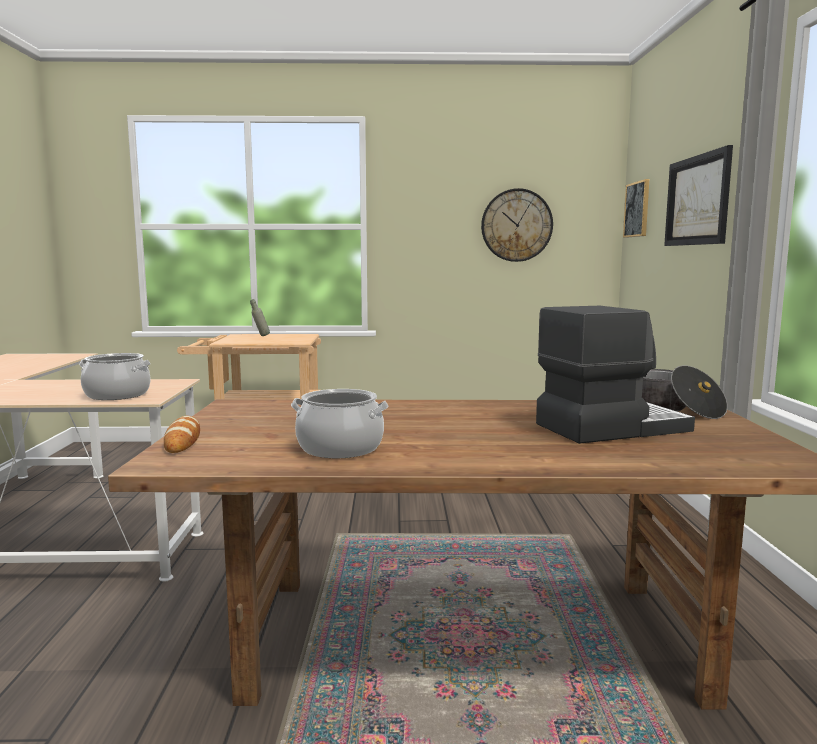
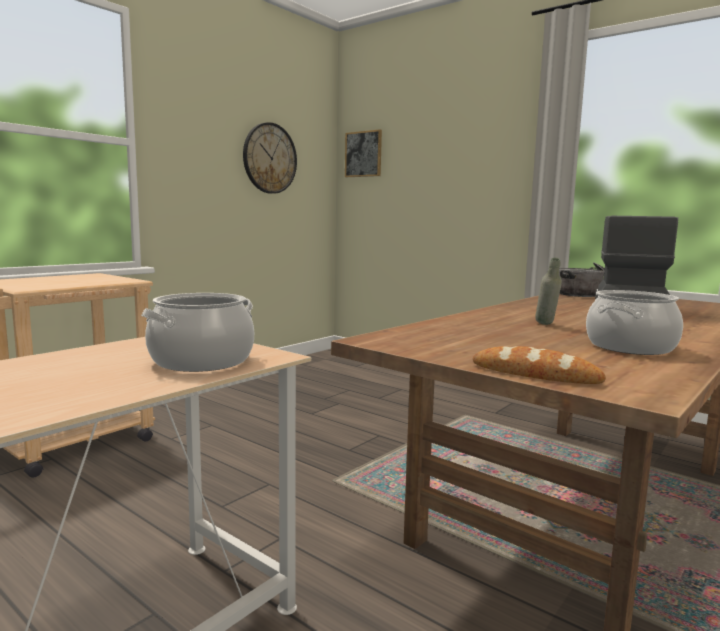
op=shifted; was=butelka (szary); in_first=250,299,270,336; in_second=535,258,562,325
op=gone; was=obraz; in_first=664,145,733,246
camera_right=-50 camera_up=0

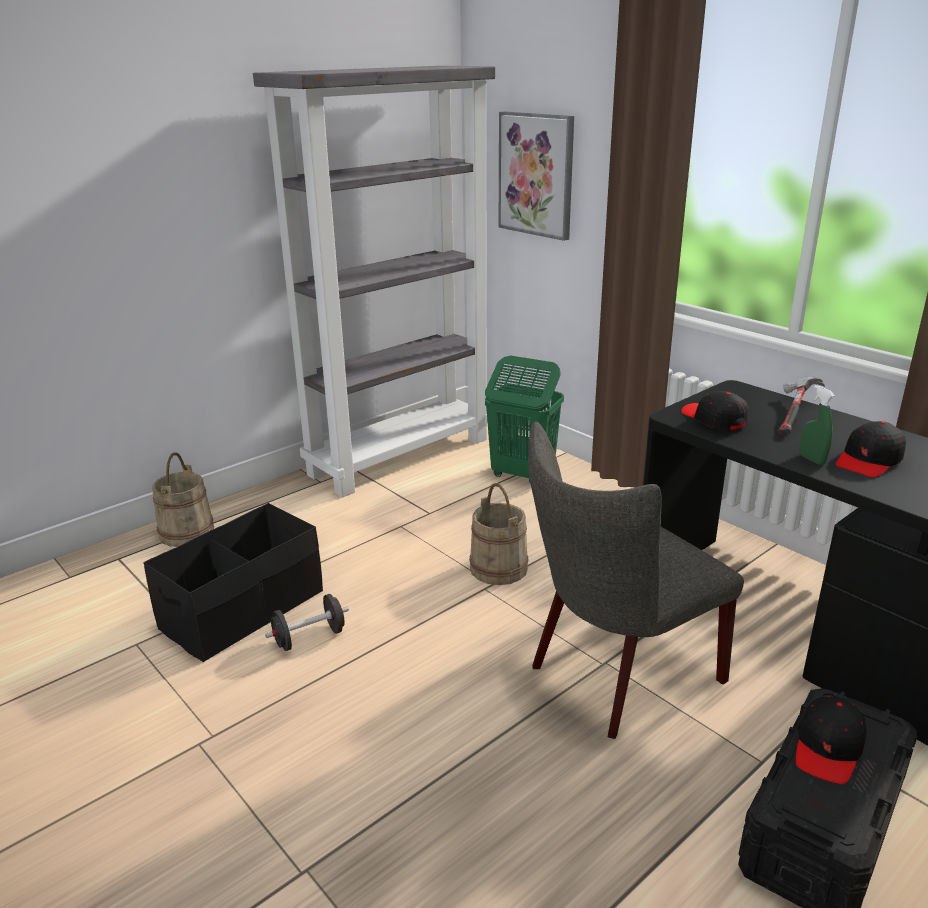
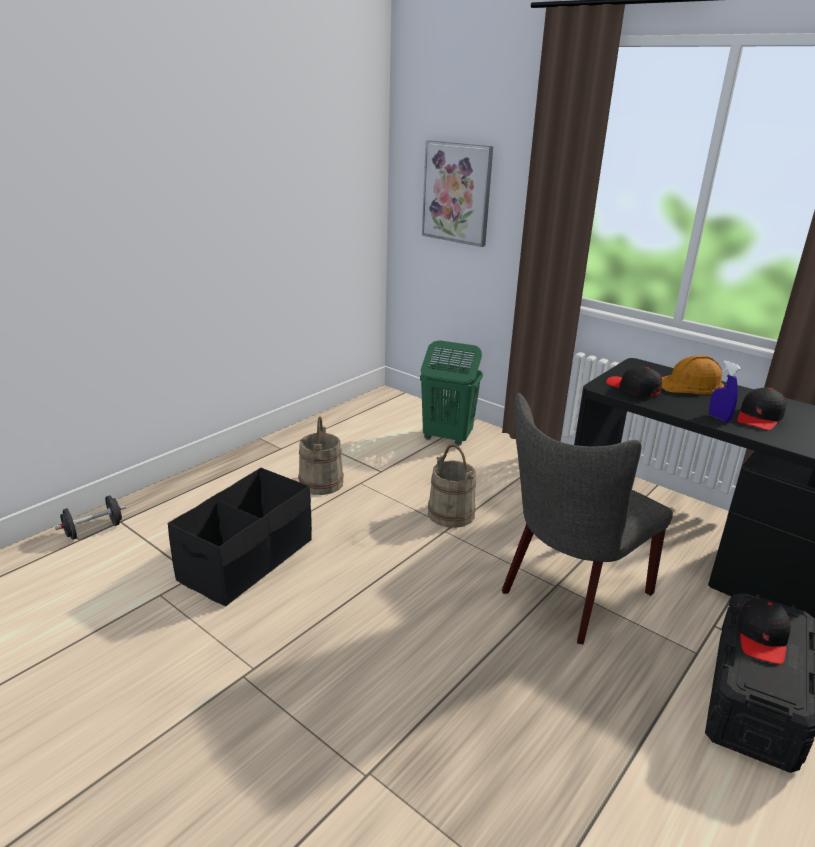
op=shifted; was=hantel (czarny); in_first=265,594,349,651; in_second=55,495,126,540
op=shifted; was=wiadro (beżowy); in_first=152,452,214,547; in_second=298,416,344,495
op=swapped; was=młotek; now=kask (pomarańczowy); in_first=777,377,825,436; in_second=661,355,724,395
op=repainted; was=spryskiwacz (zielony); now=spryskiwacz (niebieski); in_first=800,385,835,465; in_second=709,360,741,422
op=gone; was=regał (szary); in_first=253,66,495,498
camera_right=-10 camera_up=0

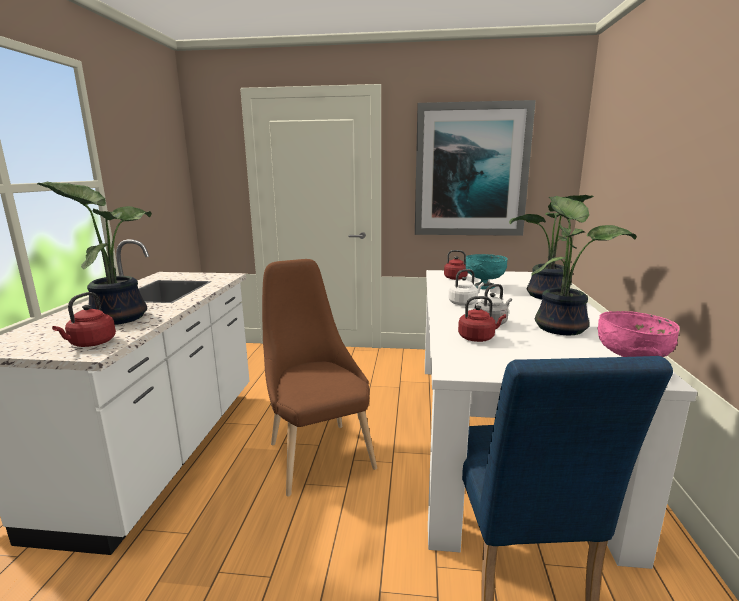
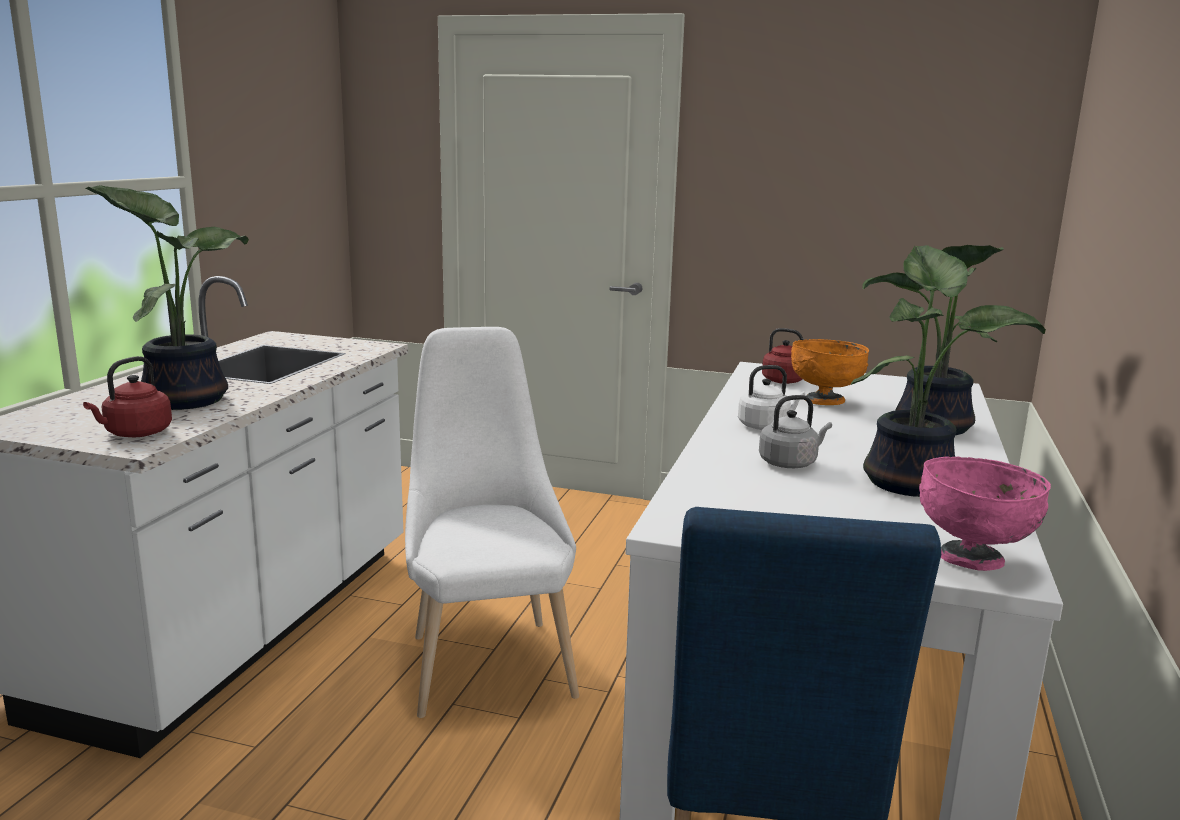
op=repainted; was=krzesło (brązowy); now=krzesło (biały); in_first=262,259,377,497; in_second=405,327,579,718
op=repainted; was=miska (turkusowy); now=miska (pomarańczowy); in_first=465,254,508,289; in_second=791,339,869,405
op=gone; was=obraz; in_first=415,100,536,236
op=gone; was=czajnik (czerwony); in_first=458,296,506,342
camera_right=10 camera_up=0

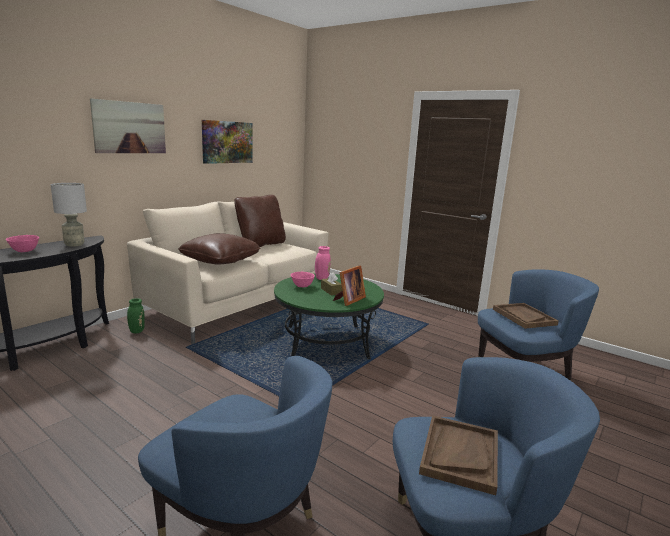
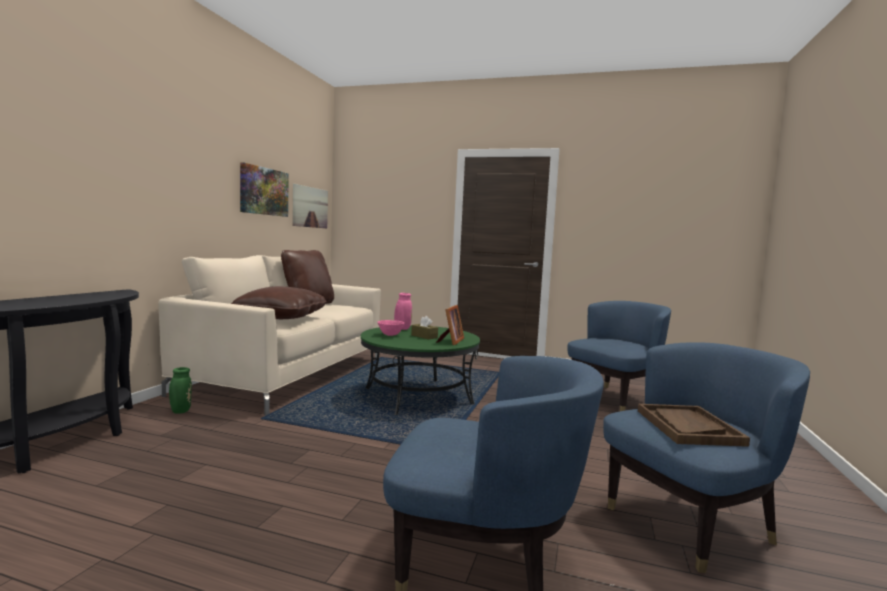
op=shifted; was=obraz; in_first=90,98,166,153; in_second=292,184,328,228
op=gone; was=miska (różowy); in_first=6,235,39,252
op=gone; was=lampa stołowa (szary); in_first=51,183,87,247
op=gone; was=taca (brązowy); in_first=493,303,559,329
camera_right=-20 camera_up=-10

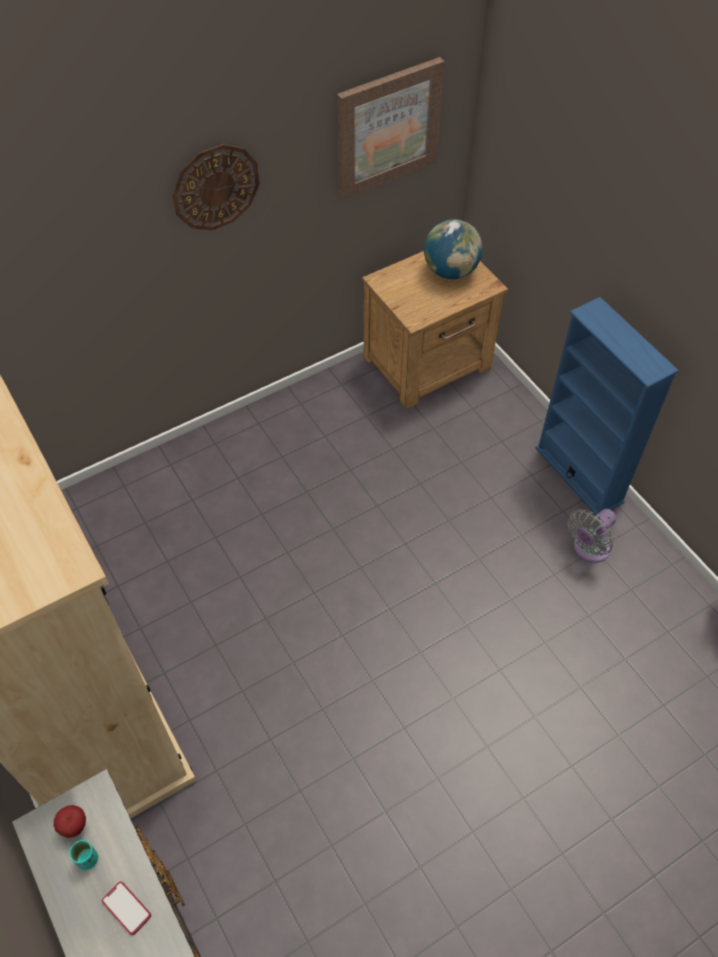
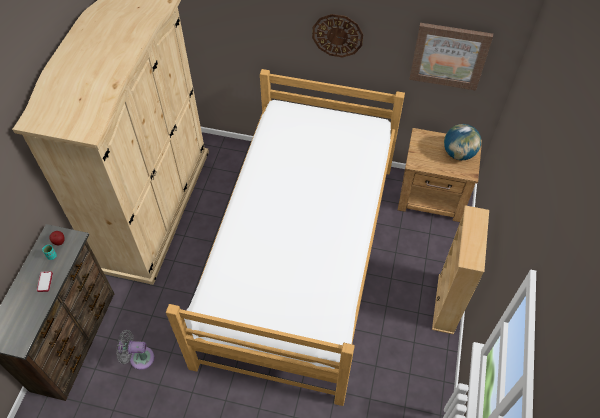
op=shifted; was=wentylator (szary); in_first=568,509,616,563; in_second=116,330,155,370
op=new; now=łóżko; in_second=166,69,405,406
op=repainted; was=regał (niebieski); now=regał (beżowy); in_first=535,297,679,515; in_second=432,205,489,335
camera_right=45 camera_up=0

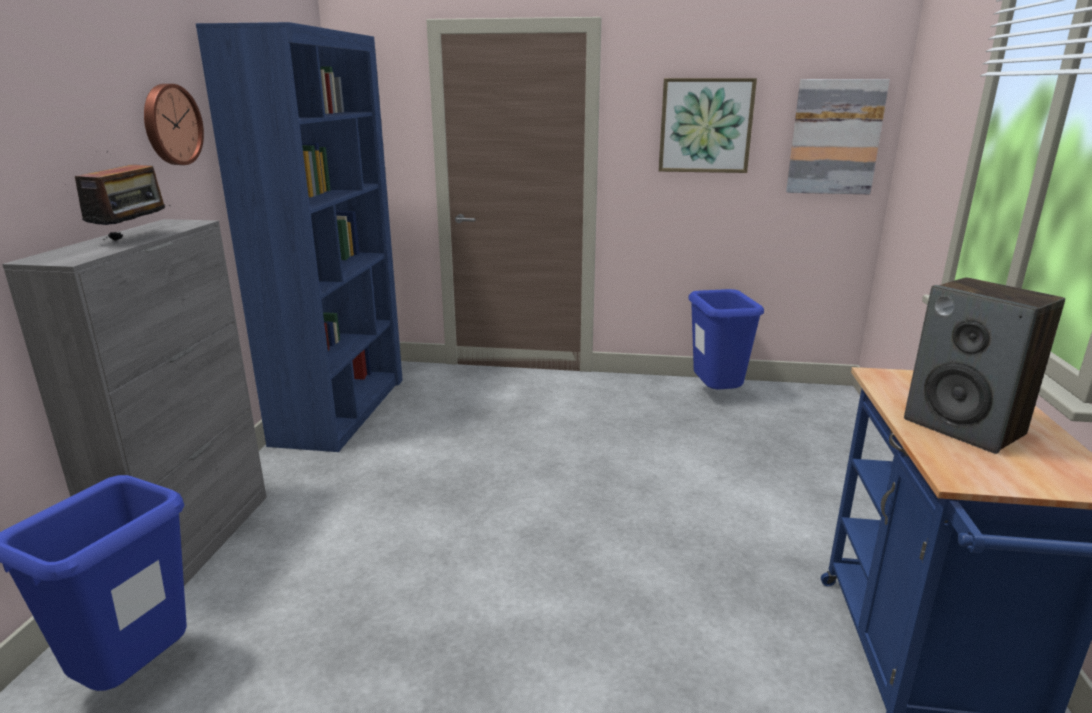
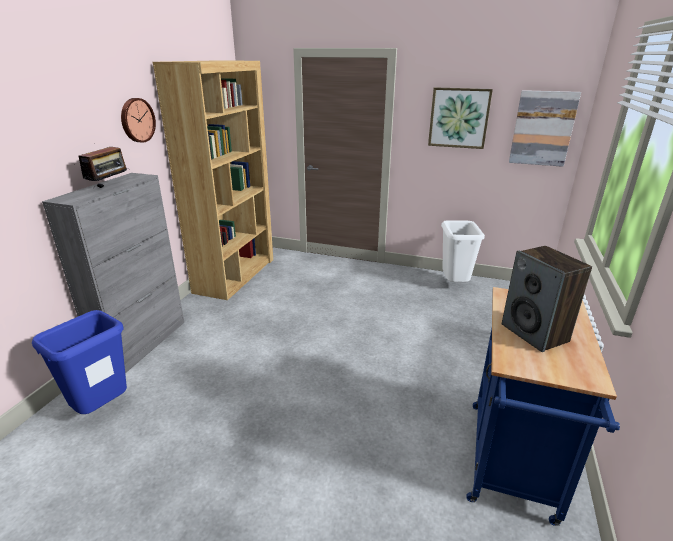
op=repainted; was=regał (niebieski); now=regał (brązowy); in_first=195,22,403,452; in_second=153,60,273,300
op=repainted; was=kosz na śmieci (niebieski); now=kosz na śmieci (biały); in_first=688,289,764,389; in_second=441,220,485,286
camera_right=10 camera_up=5

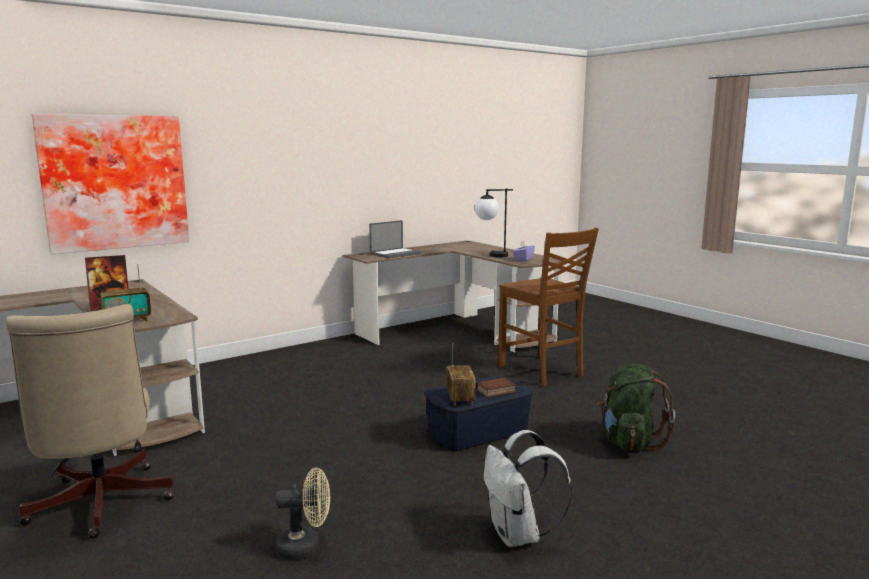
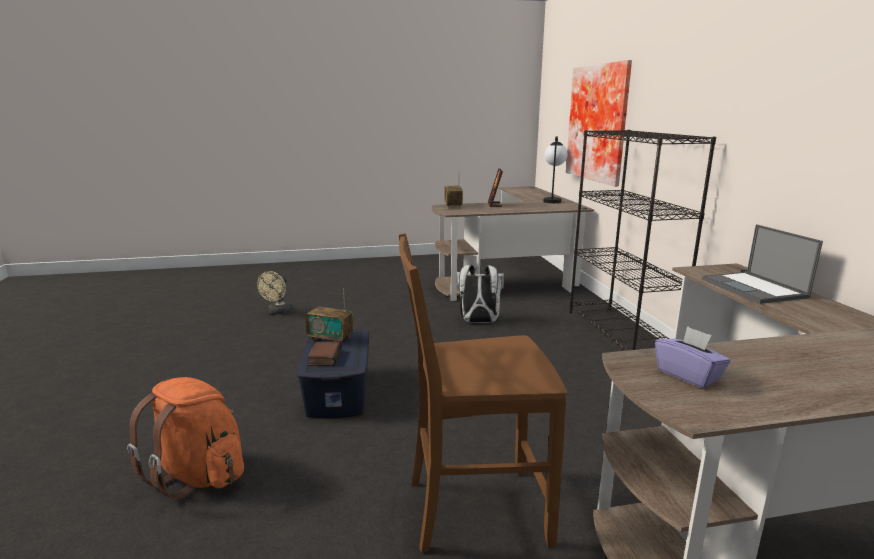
op=repainted; was=plecak (zielony); now=plecak (pomarańczowy); in_first=596,363,675,450; in_second=127,377,244,500
op=shifted; was=plecak (biały); in_first=484,430,572,547; in_second=456,265,504,323
op=shifted; was=lampa stołowa; in_first=475,188,513,257; in_second=543,136,568,203
op=new; now=regał (czarny); in_second=570,130,716,351
op=gone; was=krzesło biurowe (beżowy); in_first=6,304,174,539
camera_right=115 camera_up=5

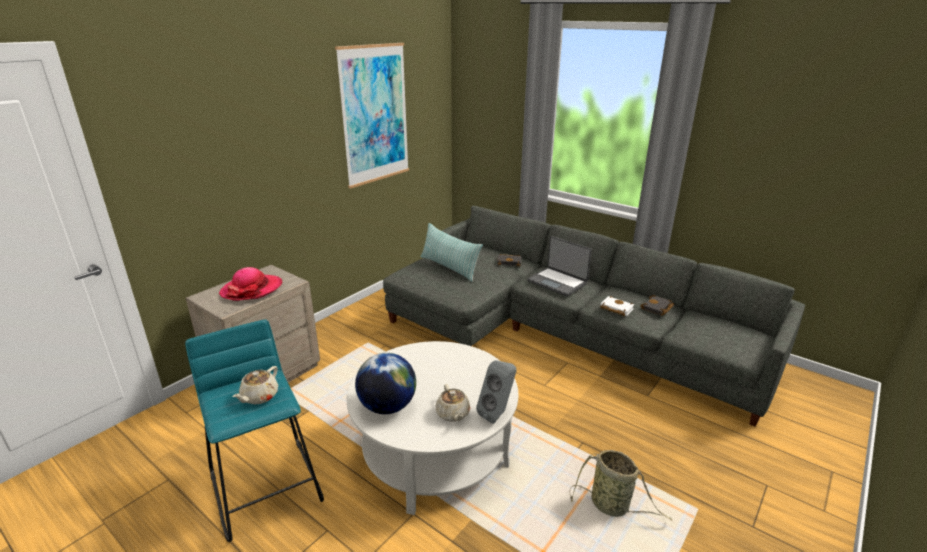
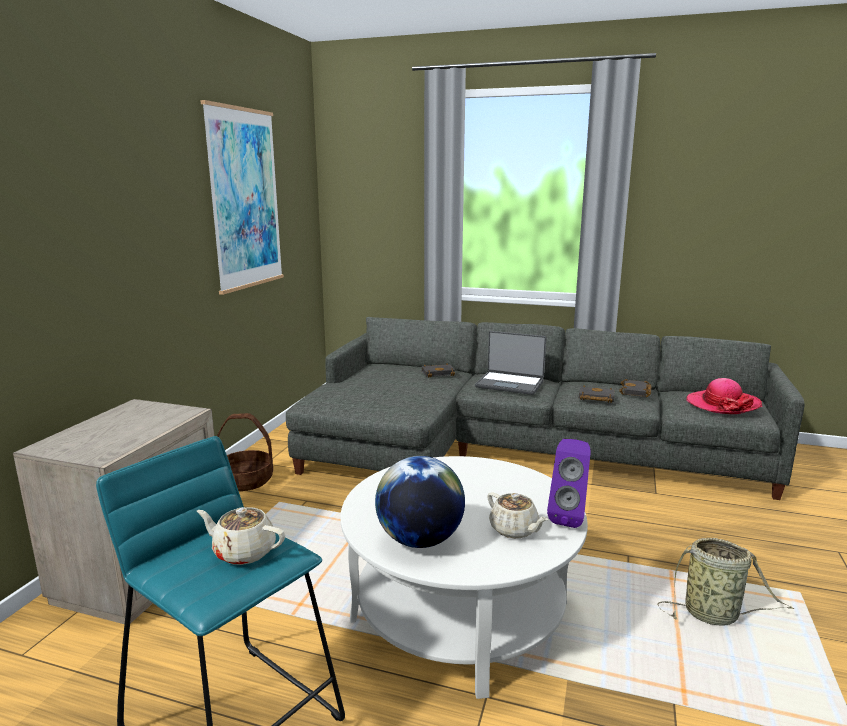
op=rotated; was=imbryk (beżowy); in_first=232,366,278,405; in_second=197,507,285,565; clockwise=105
op=new; now=koszyk; in_second=217,413,273,491
op=repainted; was=głośnik (szary); now=głośnik (fioletowy); in_first=476,360,517,424; in_second=547,439,591,528
op=repainted; was=książka (biały); now=książka (czarny); in_first=600,296,634,316; in_second=579,385,615,403
op=shifted; was=kapelusz; in_first=219,267,282,301; in_second=686,378,762,414
op=gone; was=poduszka; in_first=421,223,483,282
camera_right=-20 camera_up=-10

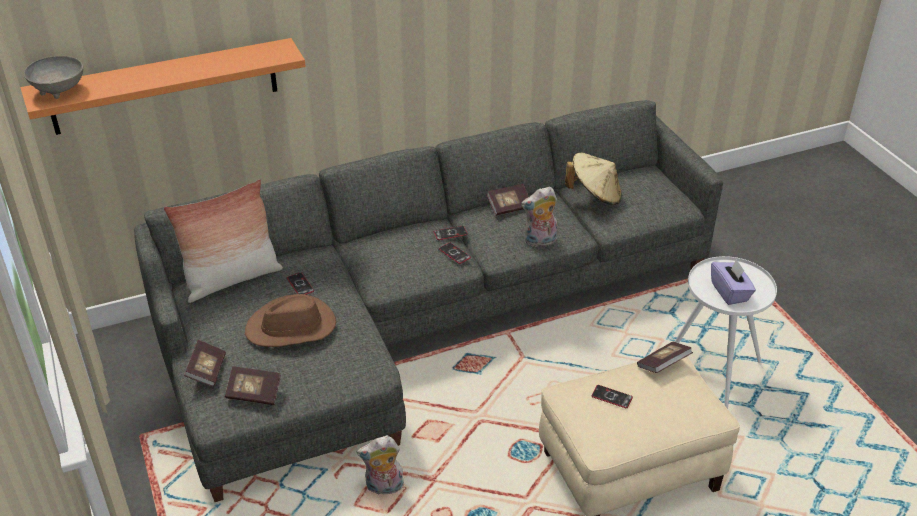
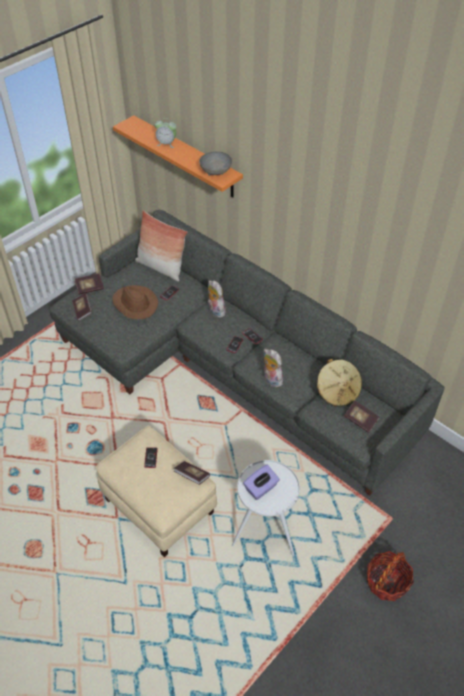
op=new; now=budzik; in_second=155,118,177,148
op=shifted; was=miska (szary); in_first=24,56,83,99; in_second=199,151,232,176
op=shifted; was=pluszak; in_first=357,436,404,494; in_second=208,280,226,318
op=shifted; was=książka; in_first=486,184,529,216; in_second=344,401,380,433
op=new; now=koszyk; in_second=367,551,414,601
camera_right=65 camera_up=10

